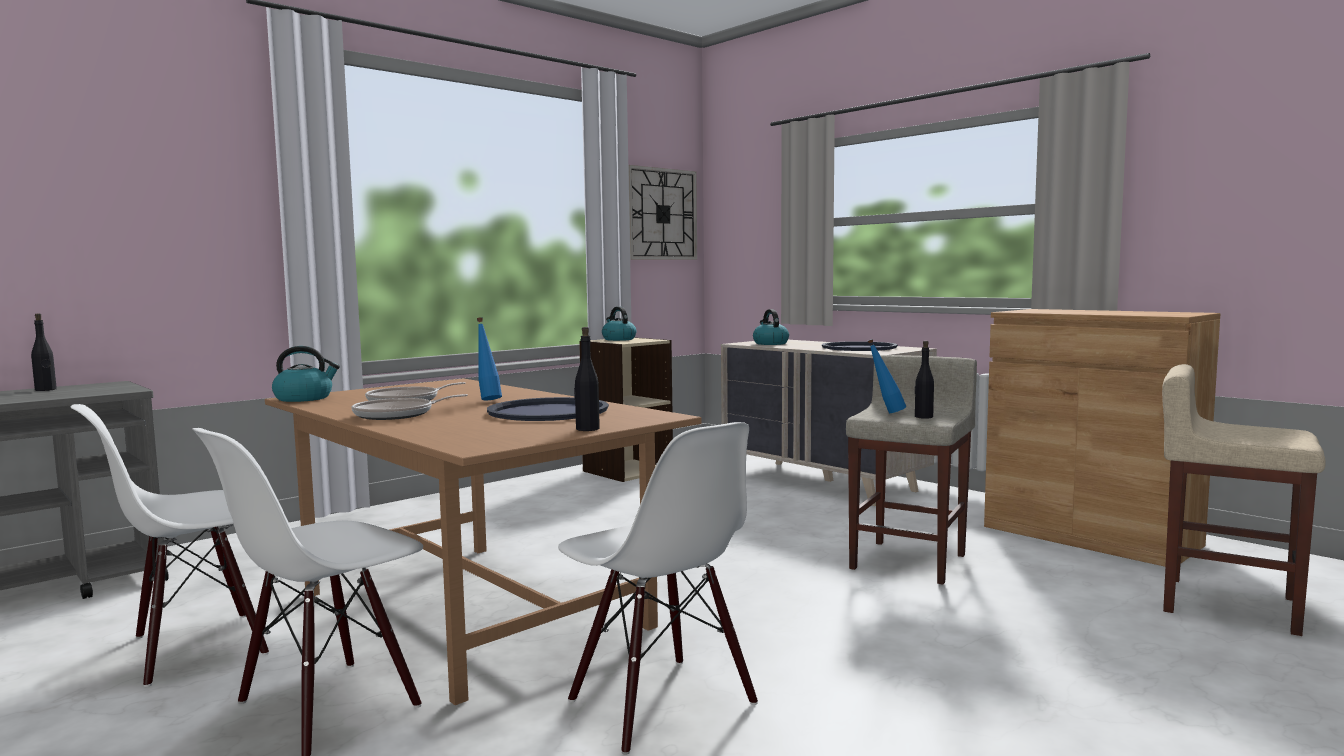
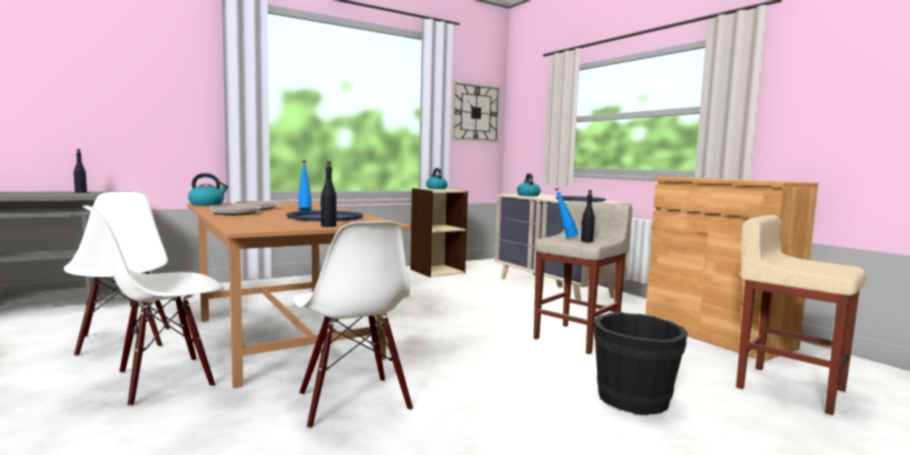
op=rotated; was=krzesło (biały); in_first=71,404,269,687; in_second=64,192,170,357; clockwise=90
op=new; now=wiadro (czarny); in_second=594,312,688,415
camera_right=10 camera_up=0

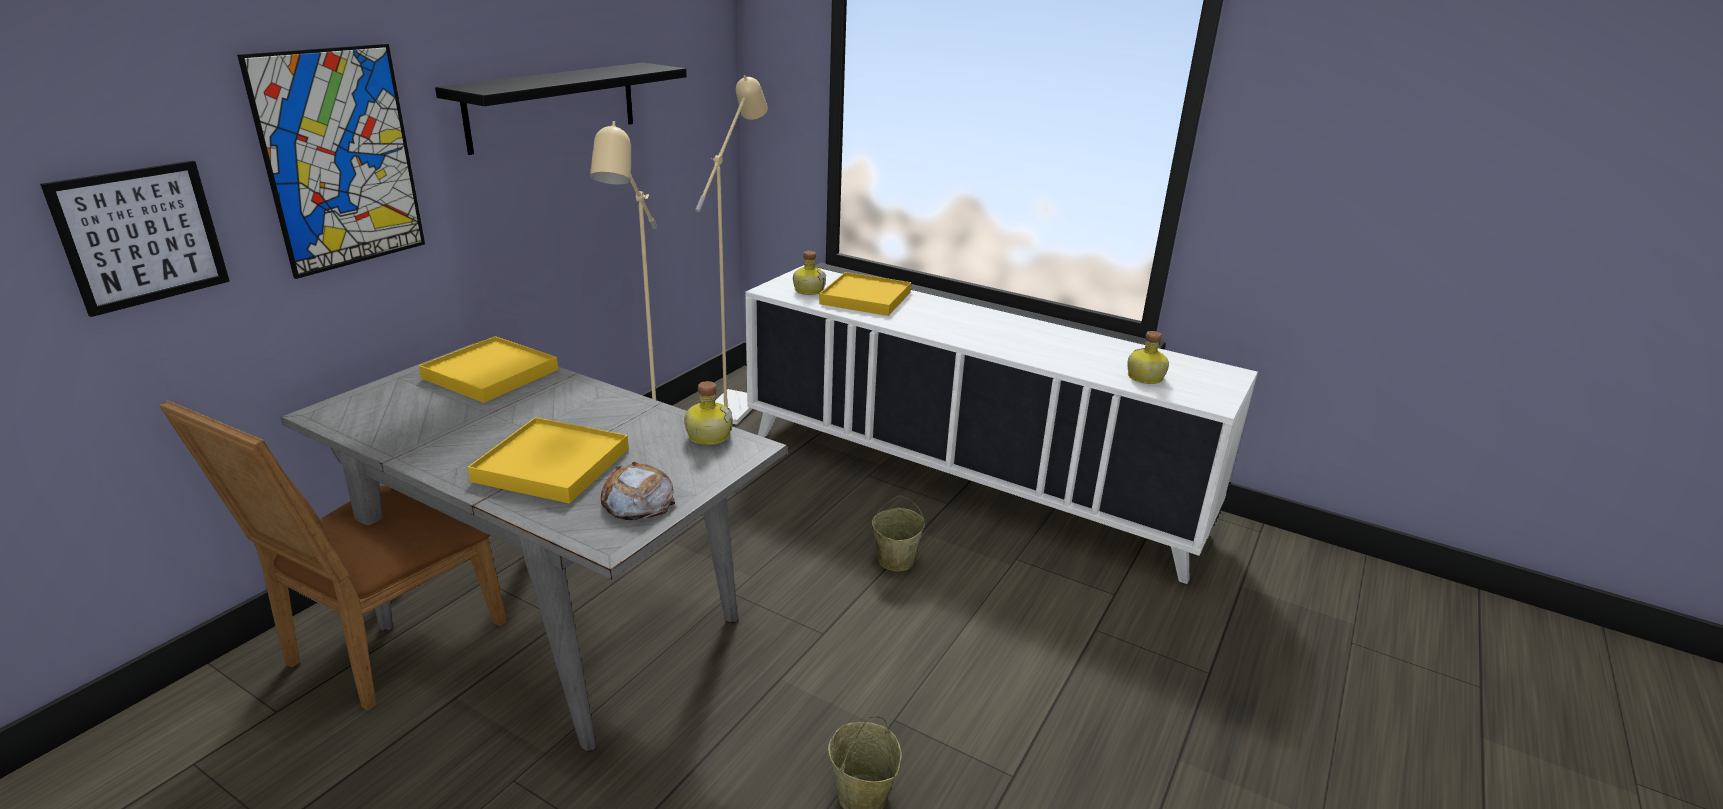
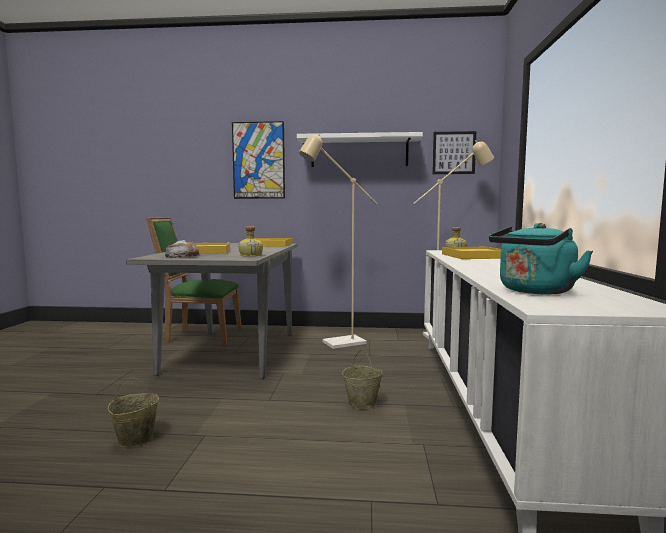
op=repainted; was=krzesło (brązowy); now=krzesło (zielony); in_first=159,400,507,711; in_second=146,217,242,345
op=repainted; was=półka (czarny); now=półka (biały); in_first=435,63,687,155; in_second=297,132,423,167
op=shifted; was=obraz; in_first=40,161,230,317; in_second=432,131,476,174
op=swapped; was=butelka; now=czajnik (turkusowy); in_first=1127,331,1169,384; in_second=489,223,593,294
camera_right=65 camera_up=-20

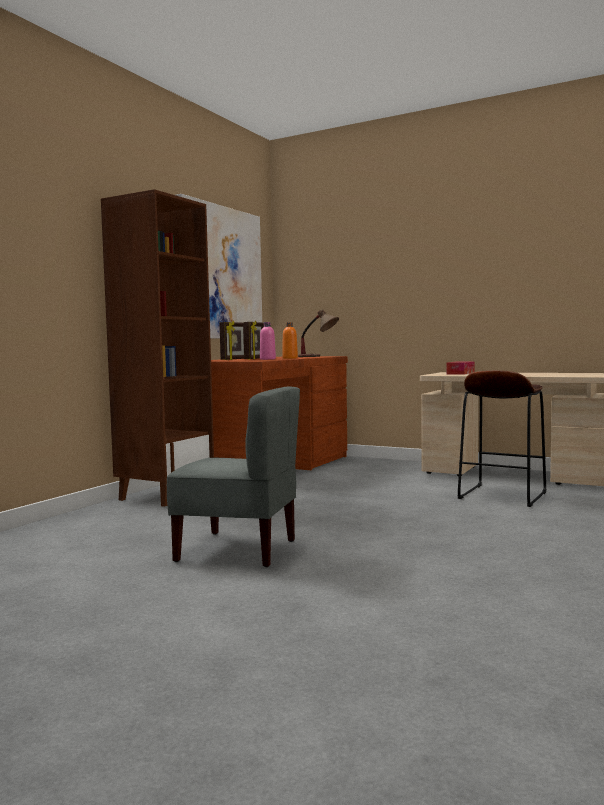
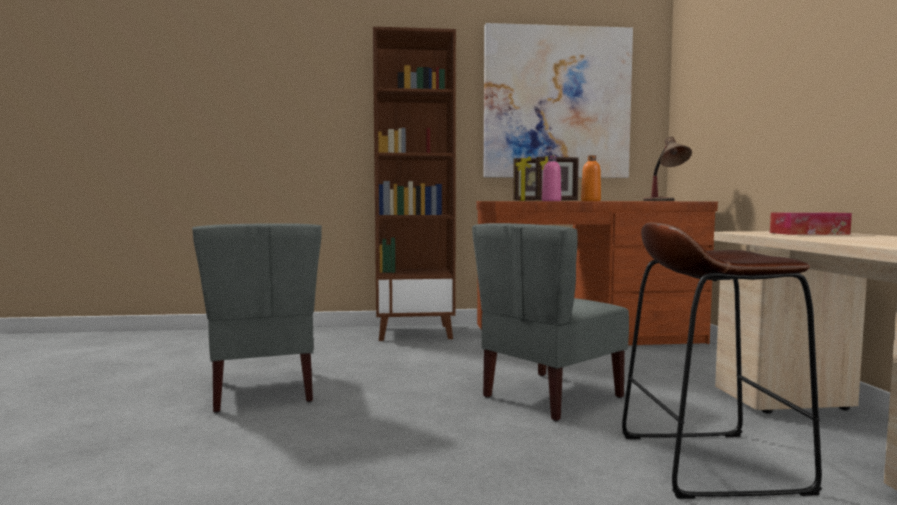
op=new; now=krzesło (szary); in_second=472,223,629,421
camera_right=55 camera_up=0

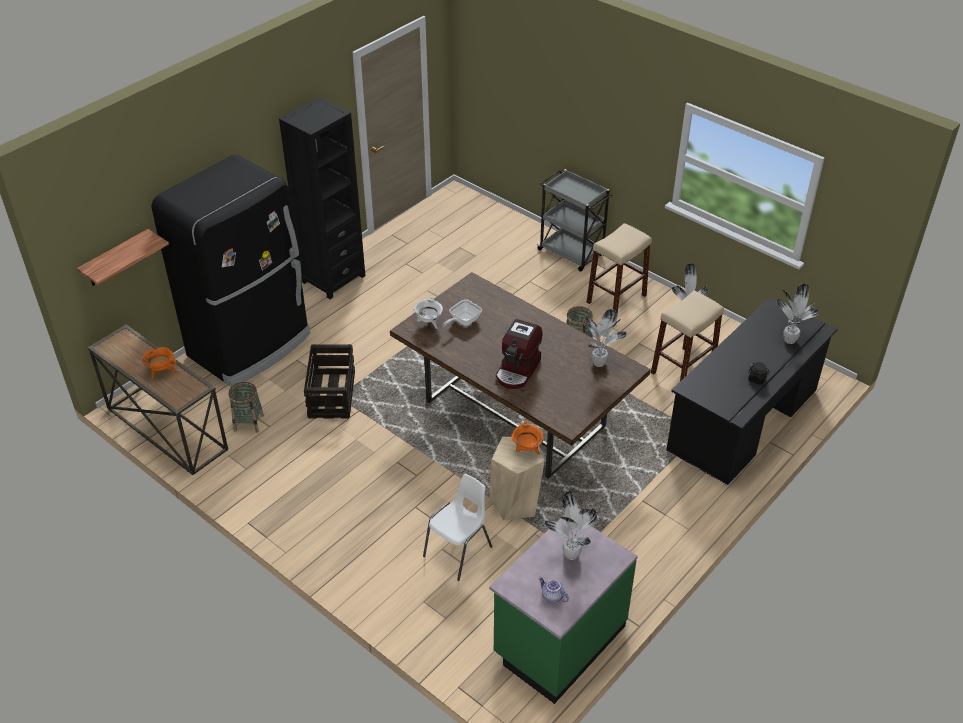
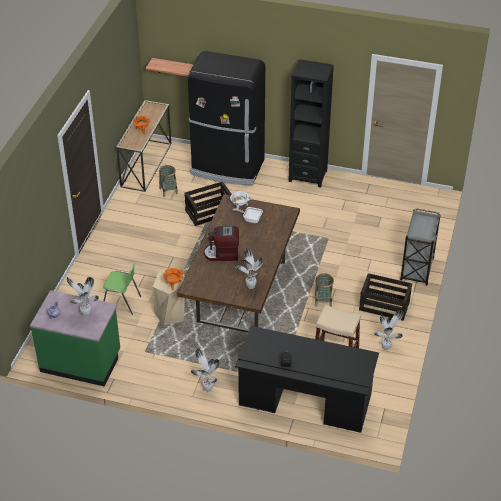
op=repainted; was=krzesło (biały); now=krzesło (zielony); in_first=423,474,492,581; in_second=103,263,141,315
op=shifted; was=roślina doniczkowa; in_first=776,283,819,344; in_second=191,348,220,392
op=swapped; was=stołek (beżowy); now=skrzynka; in_first=586,223,652,314; in_second=359,273,412,321
camera_right=65 camera_up=0

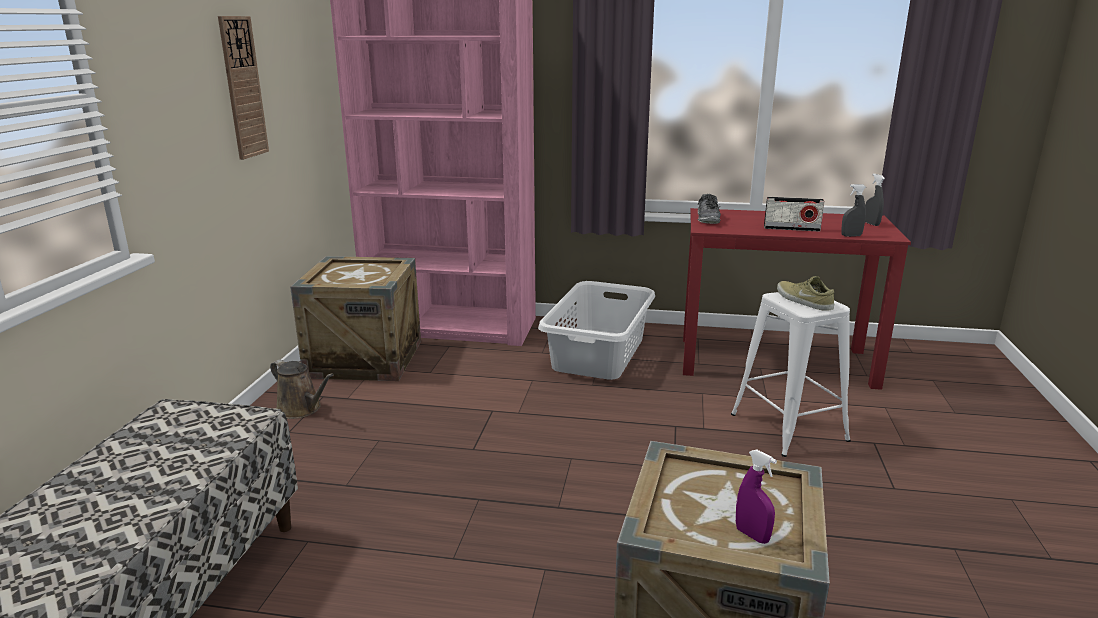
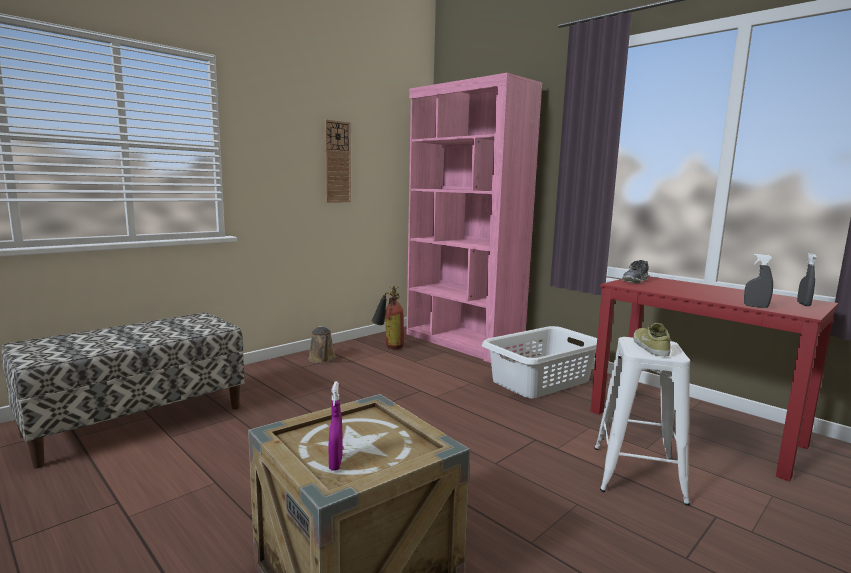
op=swapped; was=skrzynka; now=gaśnica; in_first=290,256,421,381; in_second=372,286,404,349
op=gone; was=radio; in_first=764,197,824,232
camera_right=35 camera_up=-10

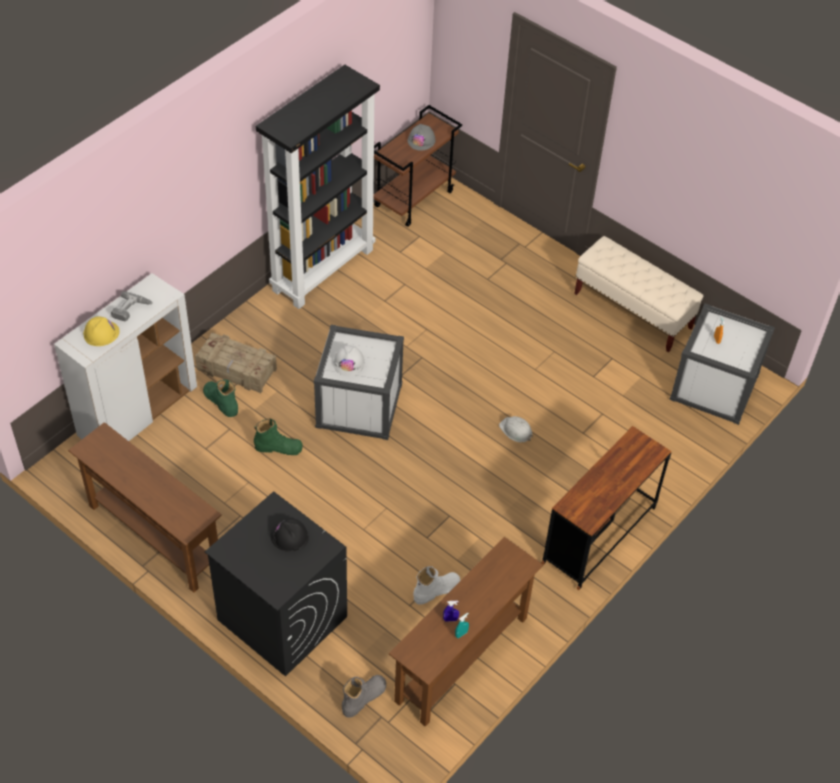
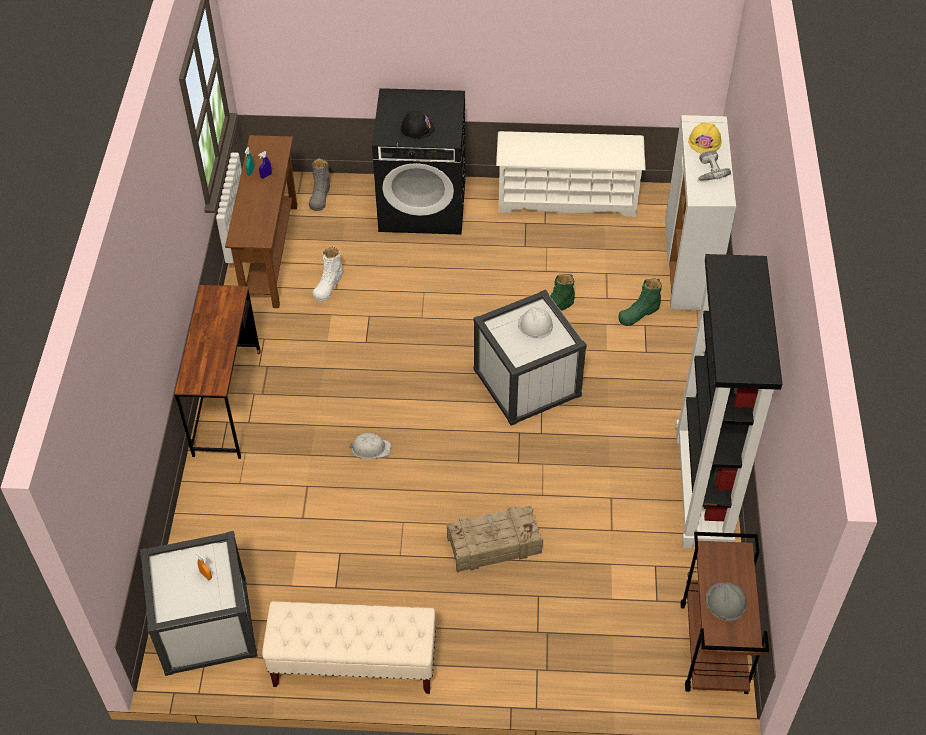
op=shifted; was=skrzynka; in_first=195,333,277,393; in_second=447,505,543,572
op=swapped; was=stolik konsolowy (brązowy); now=regał na buty (biały); in_first=68,422,222,593; in_second=496,131,646,217
op=rotated; was=but z cholewką (zielony); in_first=203,379,238,417; in_second=618,279,662,326; clockwise=135
camera_right=145 camera_up=0

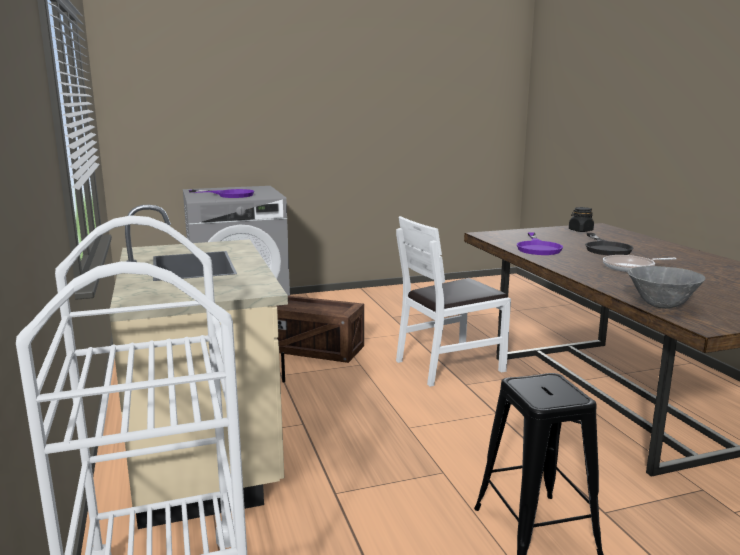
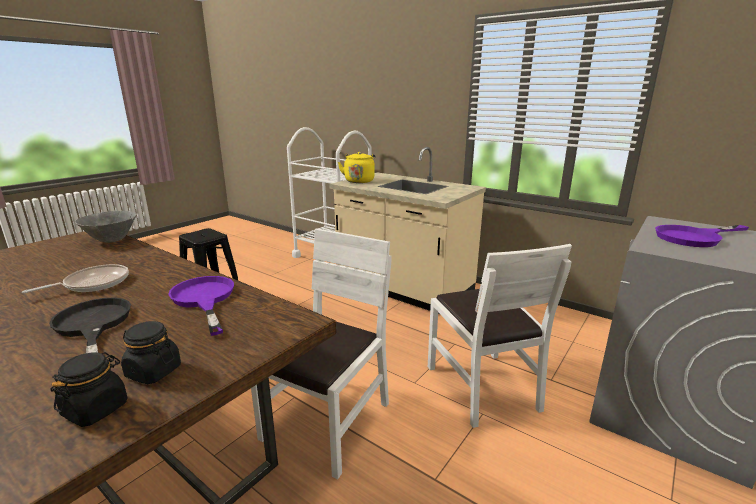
op=new; now=słoik (czarny); in_second=121,321,181,384
op=new; now=czajnik (żółty); in_second=338,152,376,183
op=swapped; was=skrzynka; now=krzesło (biały); in_first=276,296,364,363; in_second=428,244,572,428
camera_right=145 camera_up=5

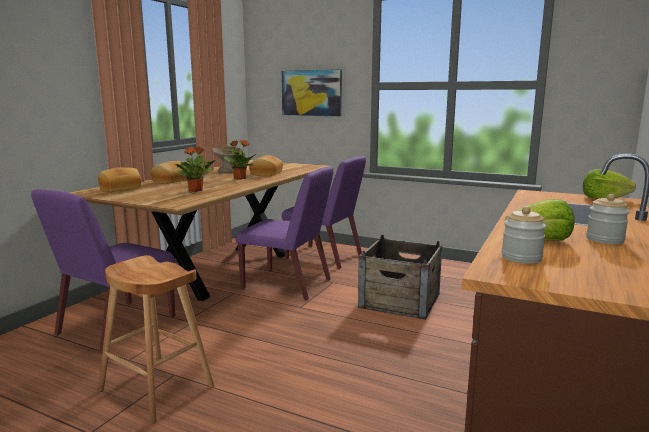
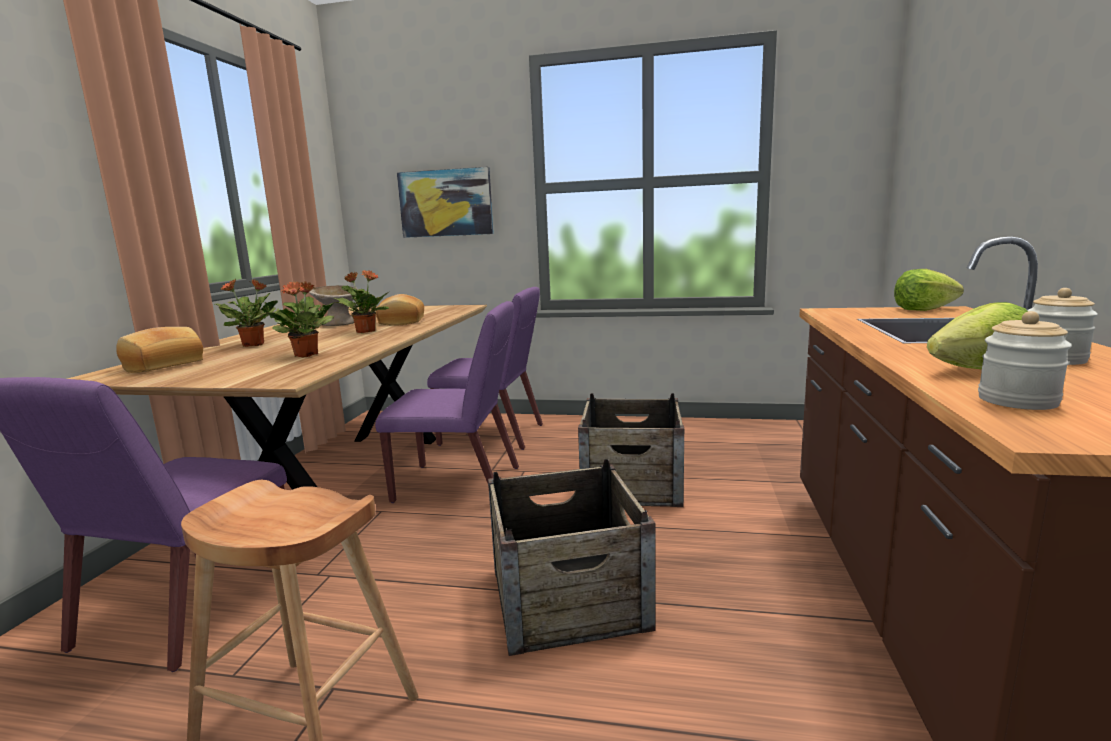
op=swapped; was=chleb; now=roślina doniczkowa; in_first=151,161,187,184; in_second=215,279,278,347
op=new; now=skrzynka; in_second=488,459,656,656
camera_right=-15 camera_up=0

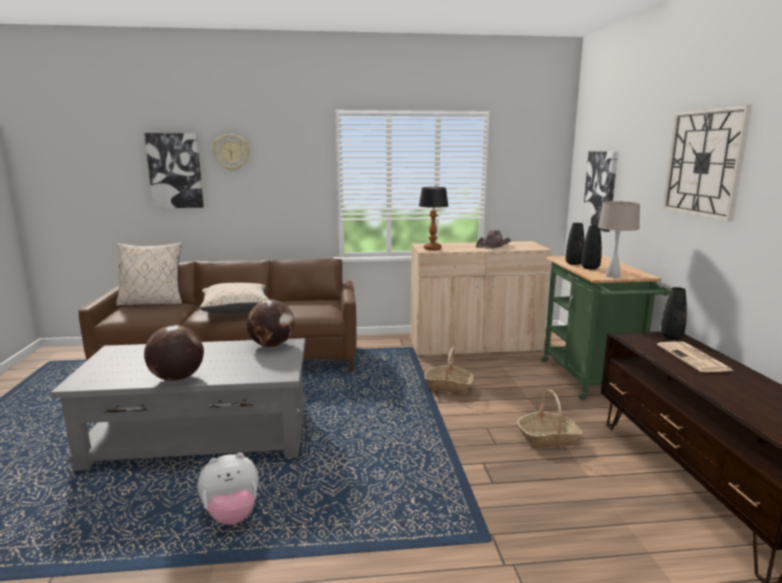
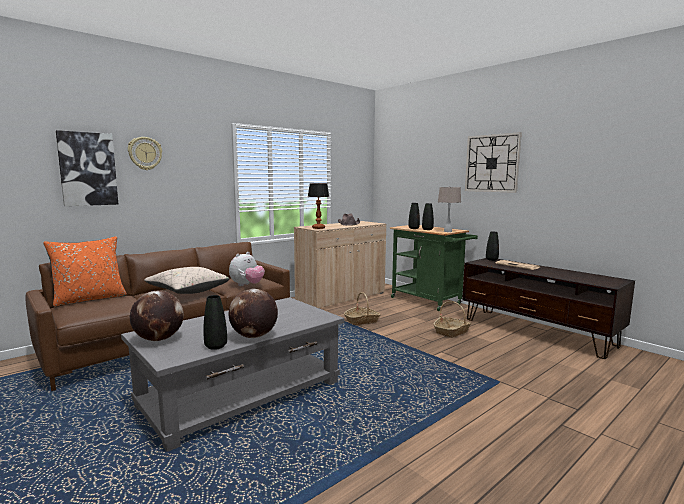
op=repainted; was=poduszka (beżowy); now=poduszka (pomarańczowy); in_first=116,242,182,306; in_second=43,236,127,307
op=shifted; was=globus; in_first=246,300,295,347; in_second=130,291,184,341
op=new; now=wazon (czarny); in_second=203,295,227,350
op=shifted; was=pluszak; in_first=197,453,259,525; in_second=229,252,265,286
op=gone; was=obraz; in_first=582,151,618,232
camera_right=-35 camera_up=-5

